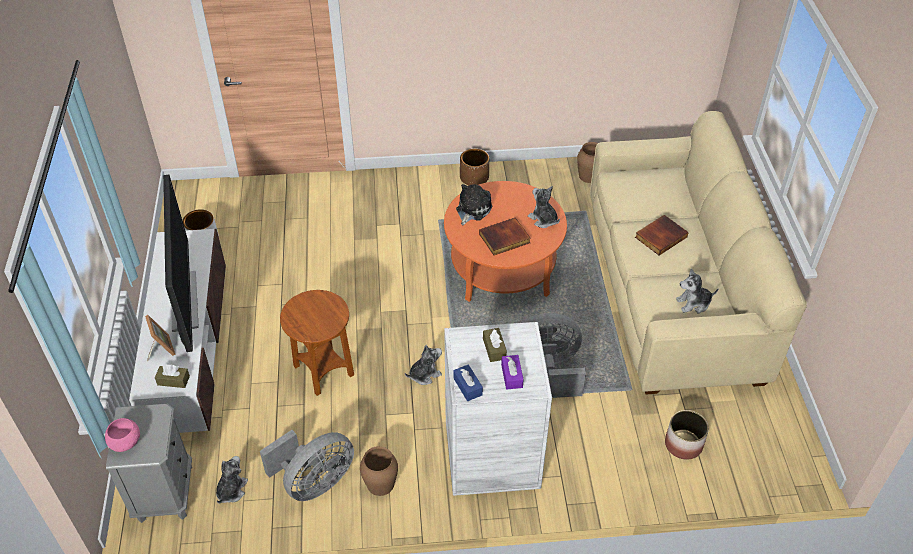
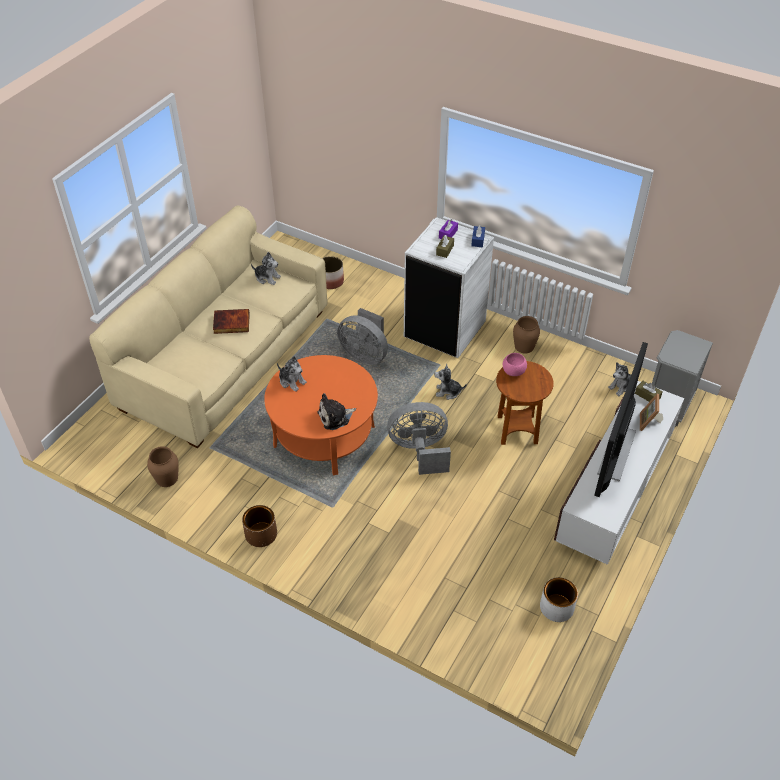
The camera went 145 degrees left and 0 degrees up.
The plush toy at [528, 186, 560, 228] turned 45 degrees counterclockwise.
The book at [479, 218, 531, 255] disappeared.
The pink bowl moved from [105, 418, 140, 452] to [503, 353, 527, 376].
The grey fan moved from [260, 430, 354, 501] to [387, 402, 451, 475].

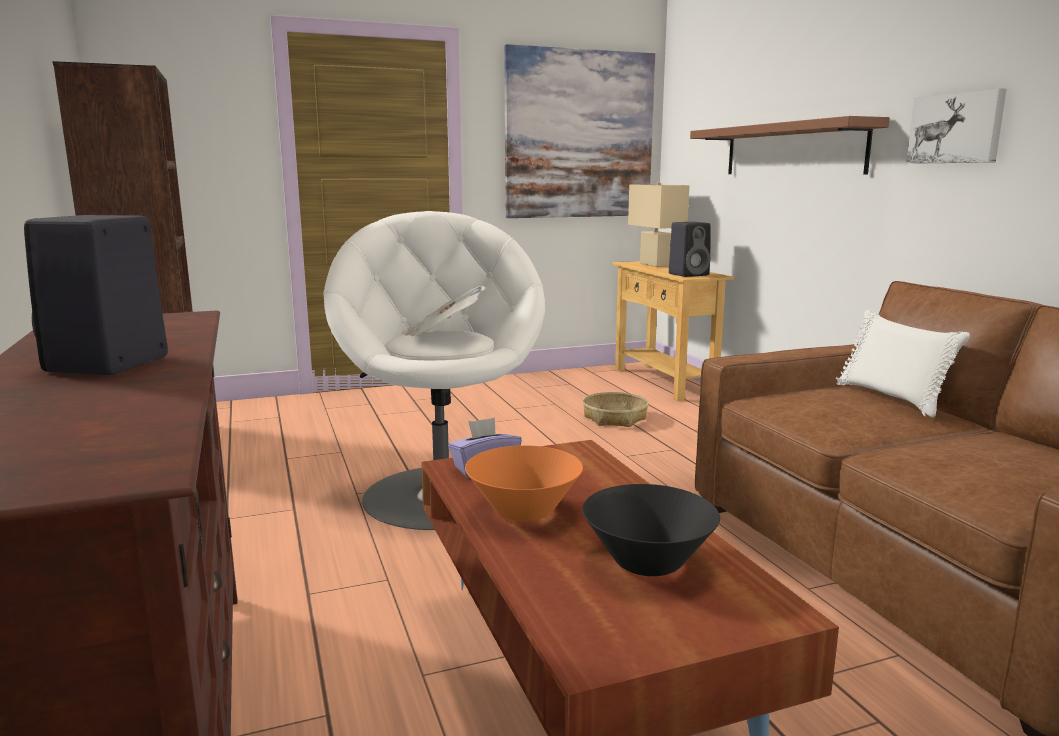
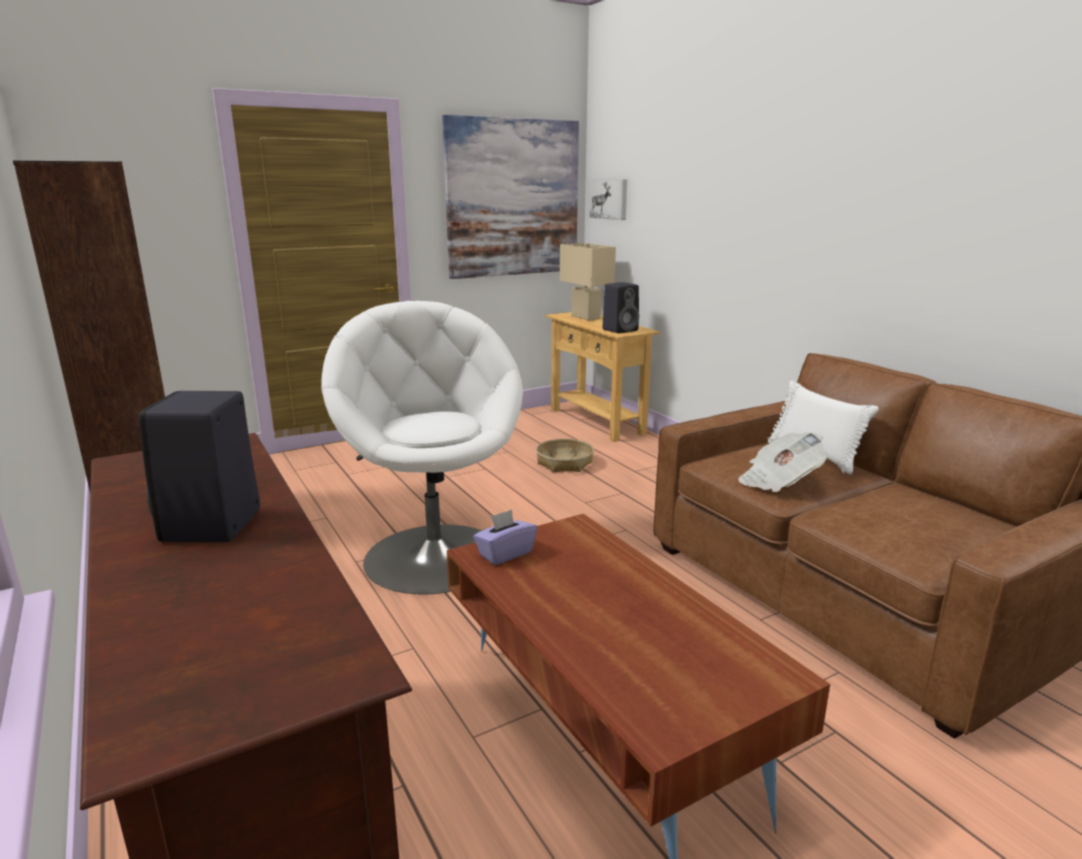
The camera went 10 degrees left and 5 degrees up.
The picture moved from [906, 88, 1006, 164] to [590, 180, 627, 220].
The brown shelf at [690, 116, 889, 175] disappeared.
The newspaper moved from [402, 286, 486, 337] to [738, 433, 828, 492].
The orange bowl at [465, 445, 583, 522] disappeared.
The black bowl at [582, 484, 720, 576] disappeared.

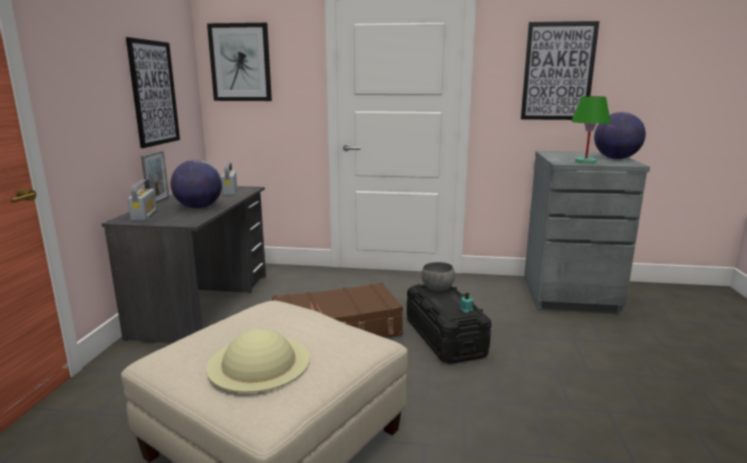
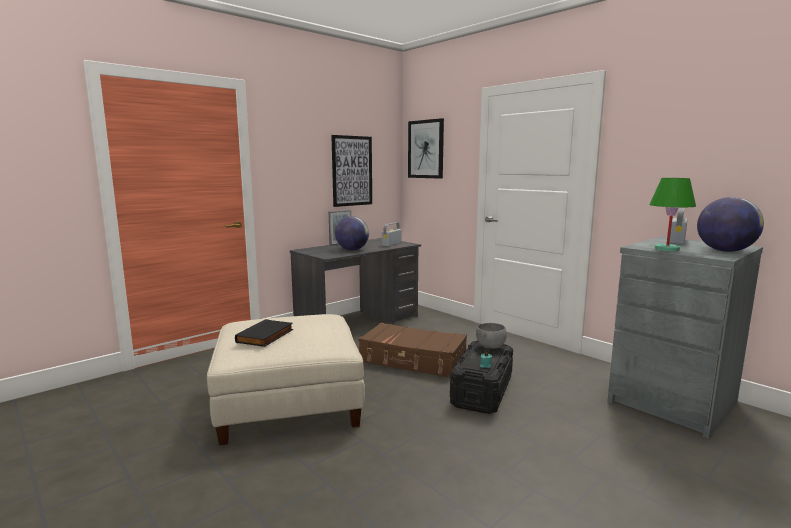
The camera went 40 degrees right and 5 degrees down.
The picture at [521, 21, 599, 120] disappeared.
The radio moved from [128, 179, 157, 221] to [669, 208, 688, 244].
The beige hat at [206, 329, 310, 393] was replaced by the black book at [235, 319, 293, 347].

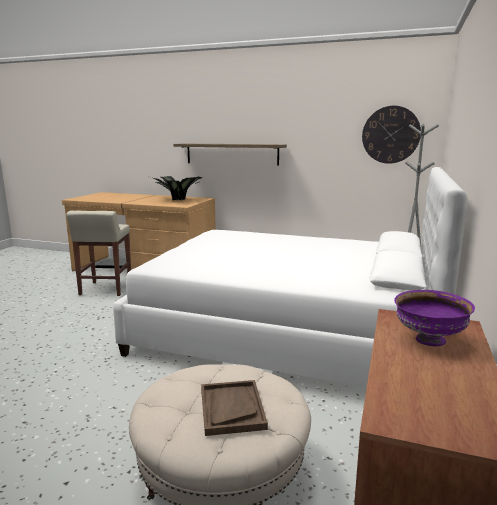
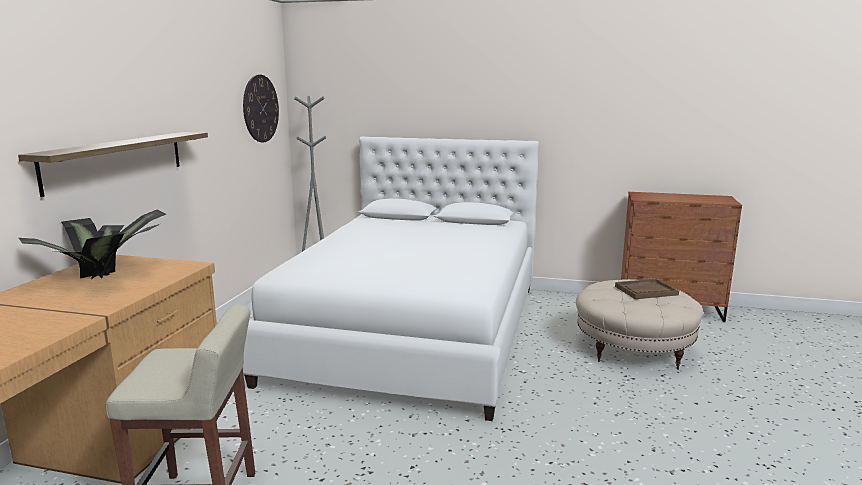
The camera went 95 degrees left and 0 degrees up.
The purple bowl at [394, 290, 475, 346] disappeared.

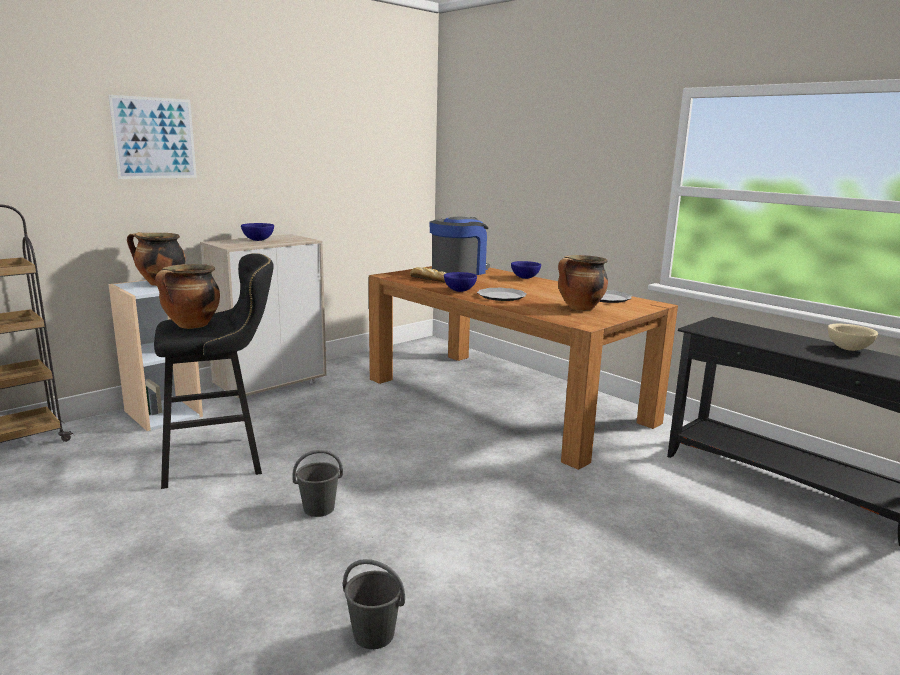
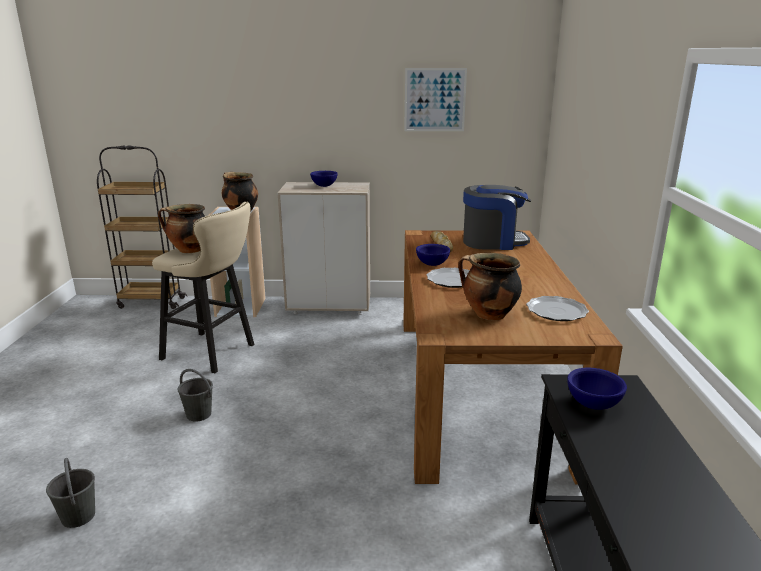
The camera went 45 degrees right and 5 degrees up.
The picture moved from [108, 95, 197, 179] to [404, 68, 467, 131].
The black stool at [154, 253, 274, 489] became the beige stool at [152, 202, 255, 373].
The blue bowl moved from [511, 261, 541, 279] to [567, 368, 627, 410].
The beige bowl at [828, 324, 878, 351] disappeared.

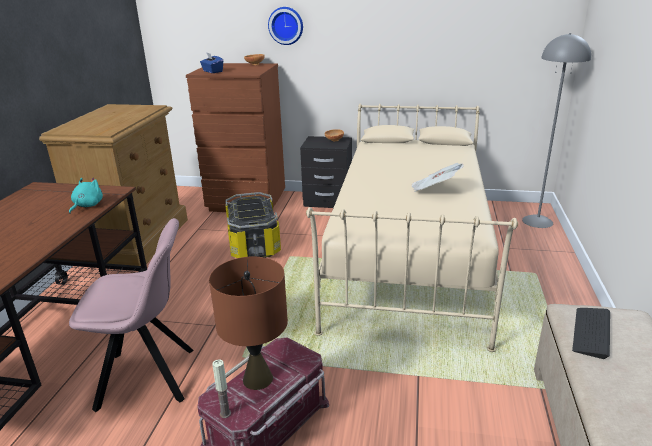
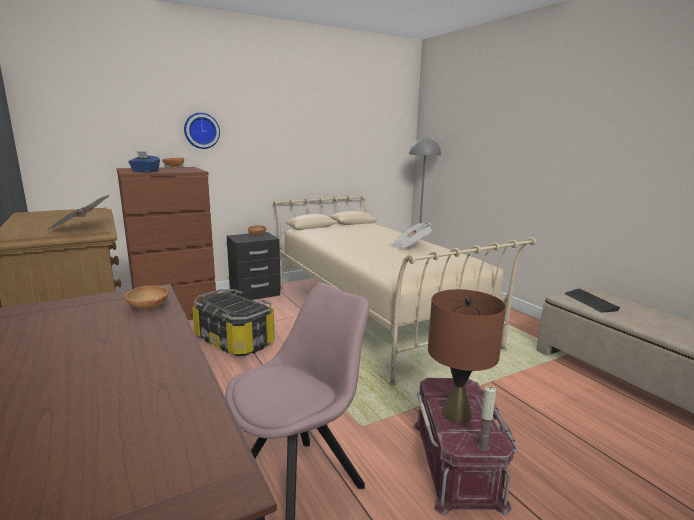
The camera went 40 degrees left and 10 degrees down.
The turquoise plush toy at [69, 178, 103, 213] was replaced by the brown bowl at [125, 286, 169, 310].
The newspaper at [46, 194, 109, 230] appeared.

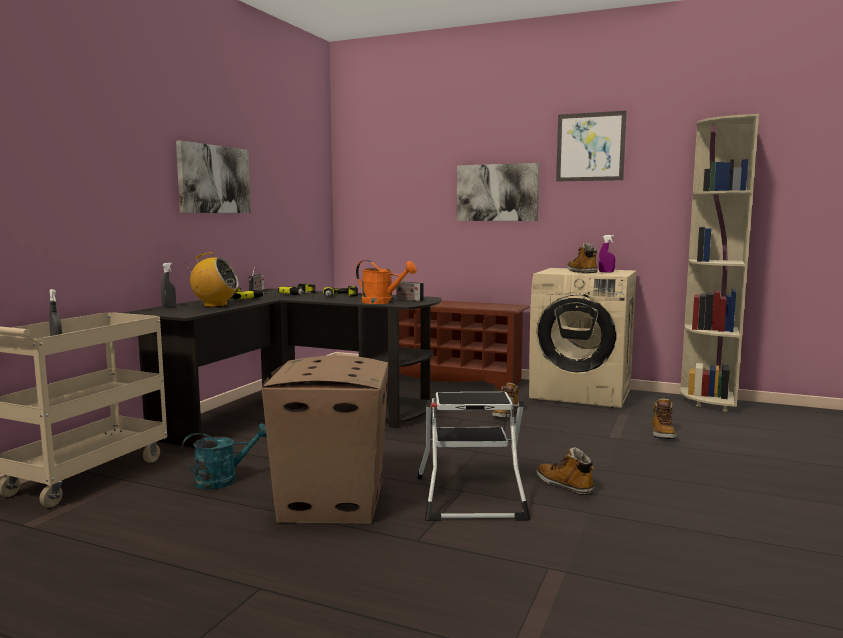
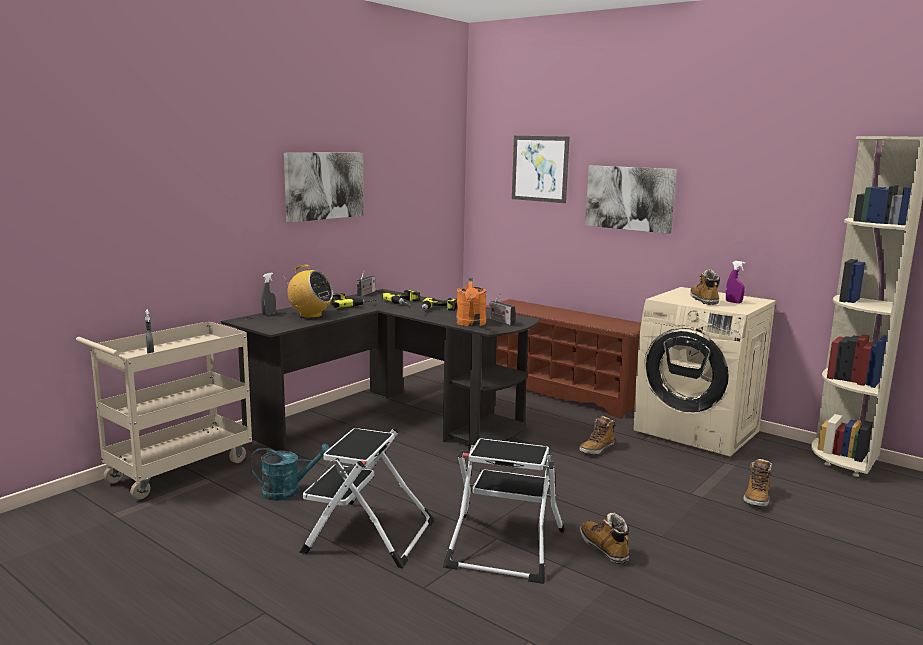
The camera went 15 degrees right and 5 degrees up.
The picture moved from [556, 111, 627, 182] to [512, 136, 570, 203].
The orange watering can at [356, 260, 417, 304] turned 45 degrees clockwise.
The cardboard box at [262, 355, 388, 524] was replaced by the step ladder at [299, 427, 435, 568].

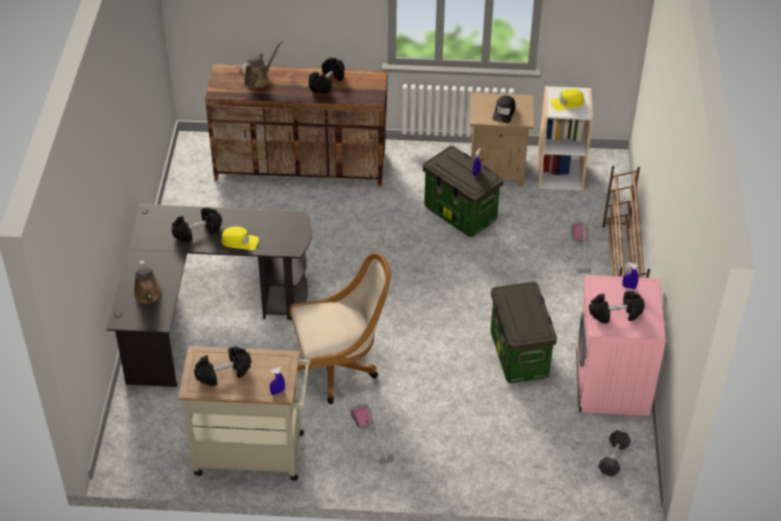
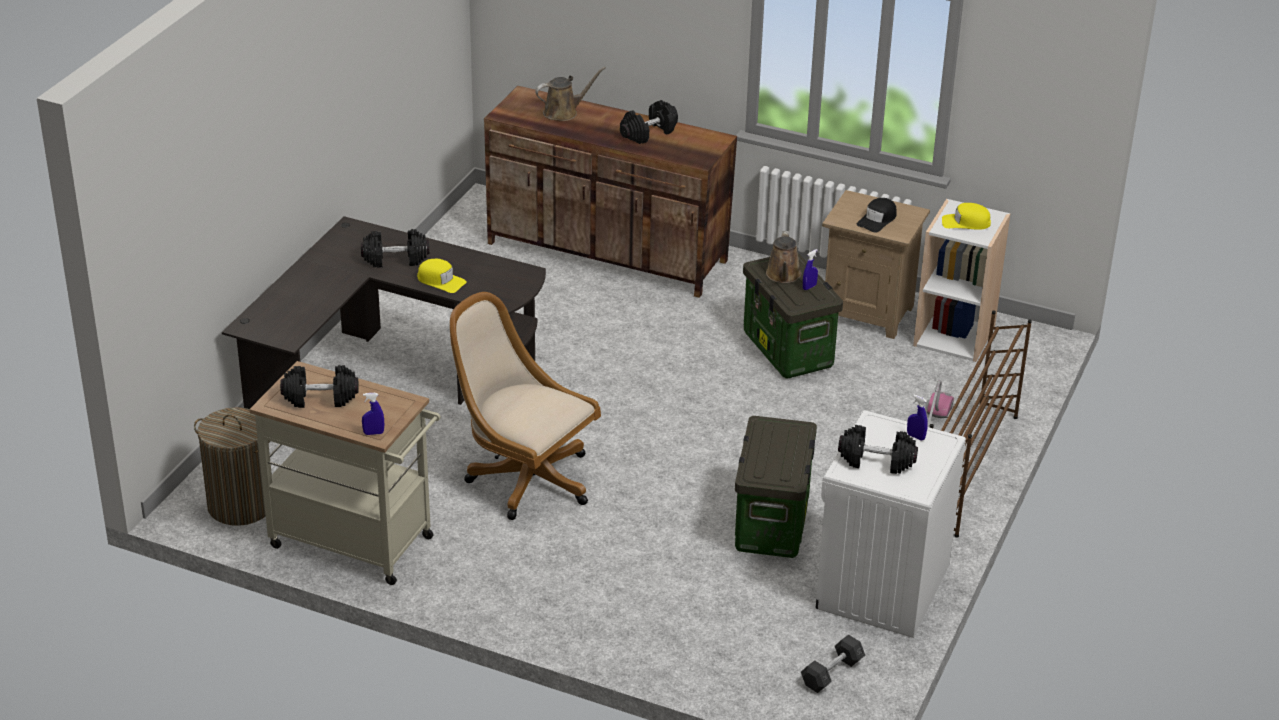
The camera went 20 degrees right and 10 degrees down.
The office chair at [289, 253, 391, 404] turned 150 degrees counterclockwise.
The brown watering can moved from [134, 260, 162, 304] to [766, 231, 801, 283].
The pink washing machine at [576, 275, 666, 416] became the white washing machine at [816, 410, 966, 638].
The vacuum cleaner at [350, 404, 395, 465] disappeared.
The laundry basket at [194, 407, 272, 526] appeared.

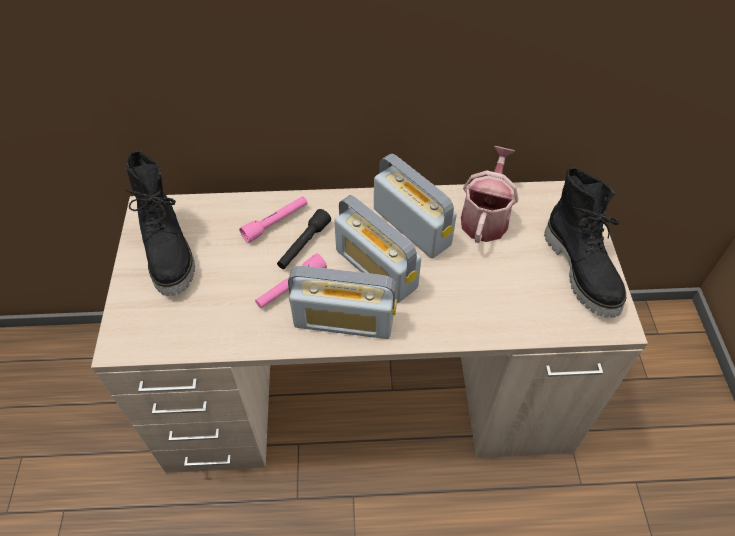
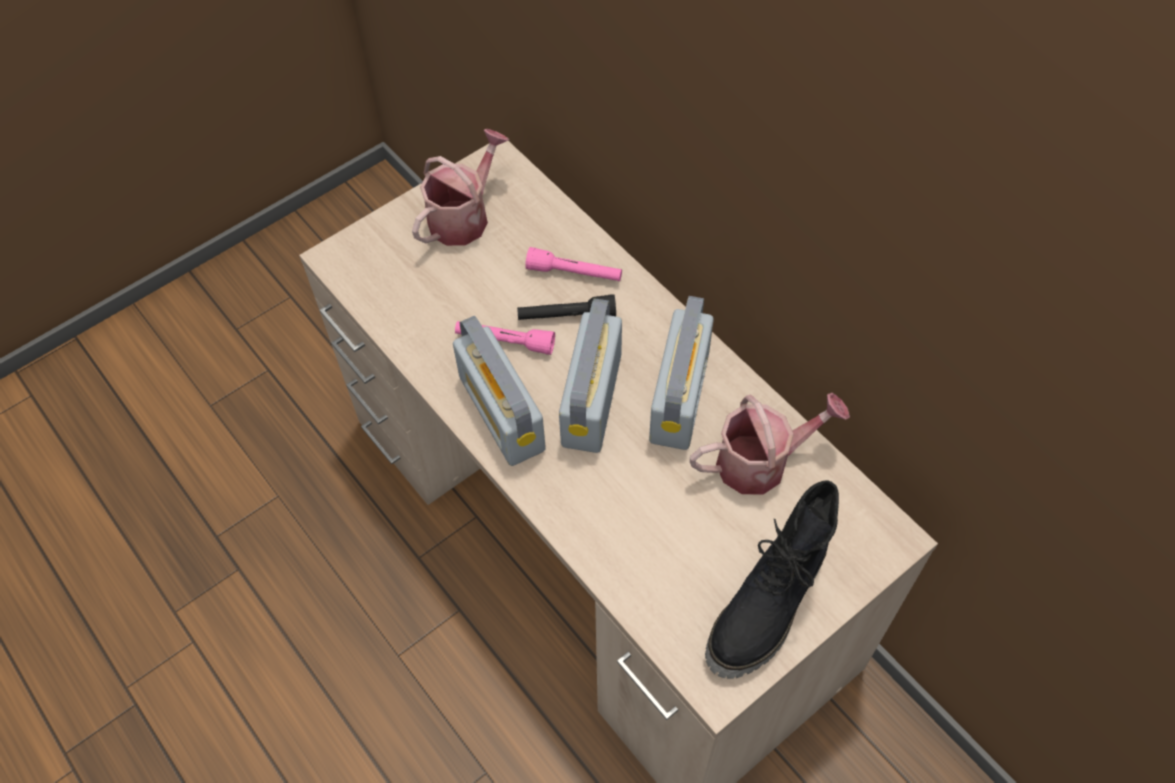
The camera went 55 degrees right and 5 degrees up.
The black boot at [124, 151, 195, 296] was replaced by the watering can at [412, 129, 509, 246].

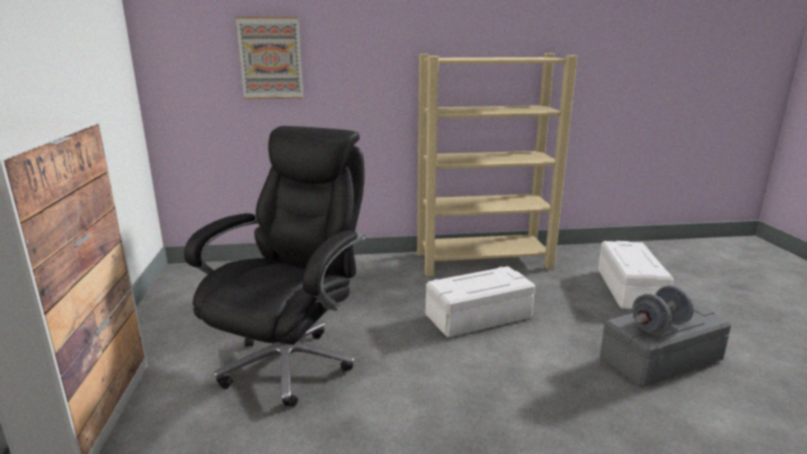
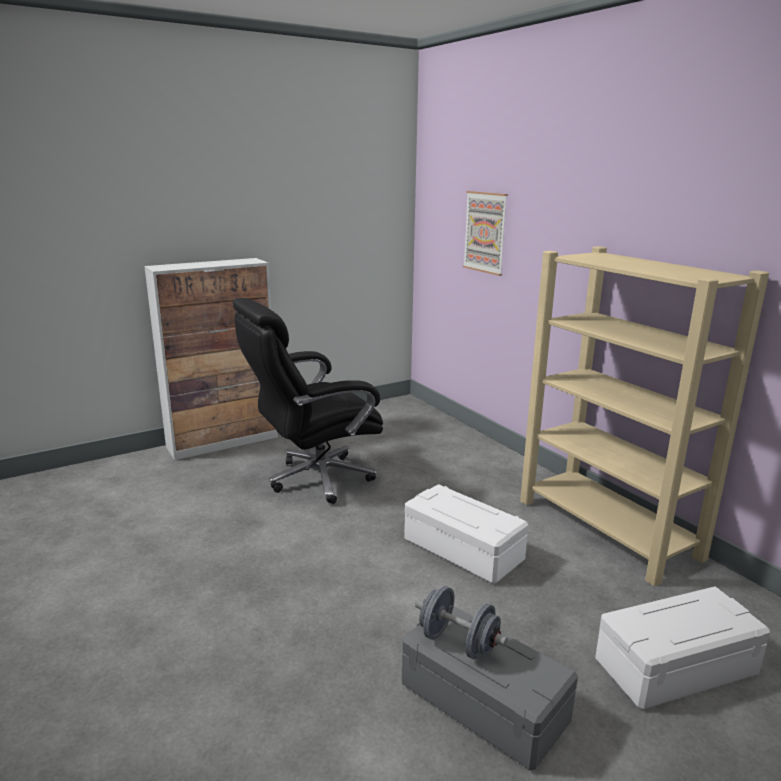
The camera went 65 degrees right and 0 degrees up.
The black office chair at [184, 126, 365, 407] turned 150 degrees clockwise.

